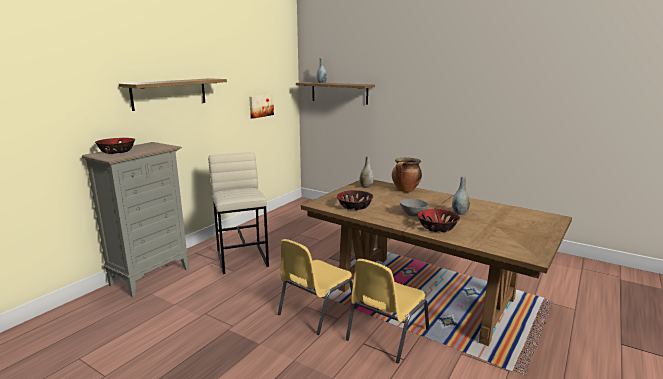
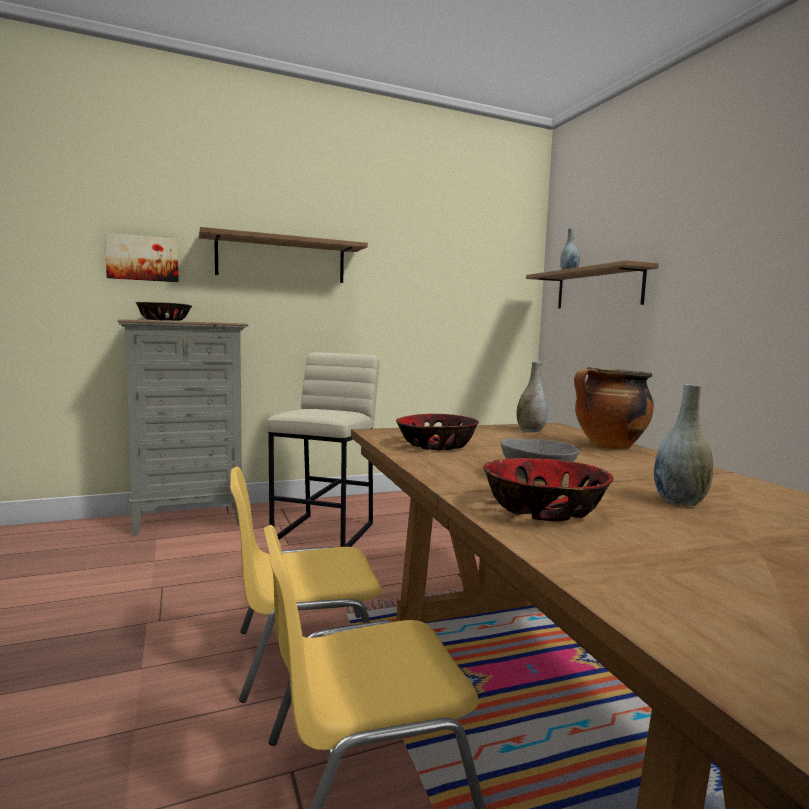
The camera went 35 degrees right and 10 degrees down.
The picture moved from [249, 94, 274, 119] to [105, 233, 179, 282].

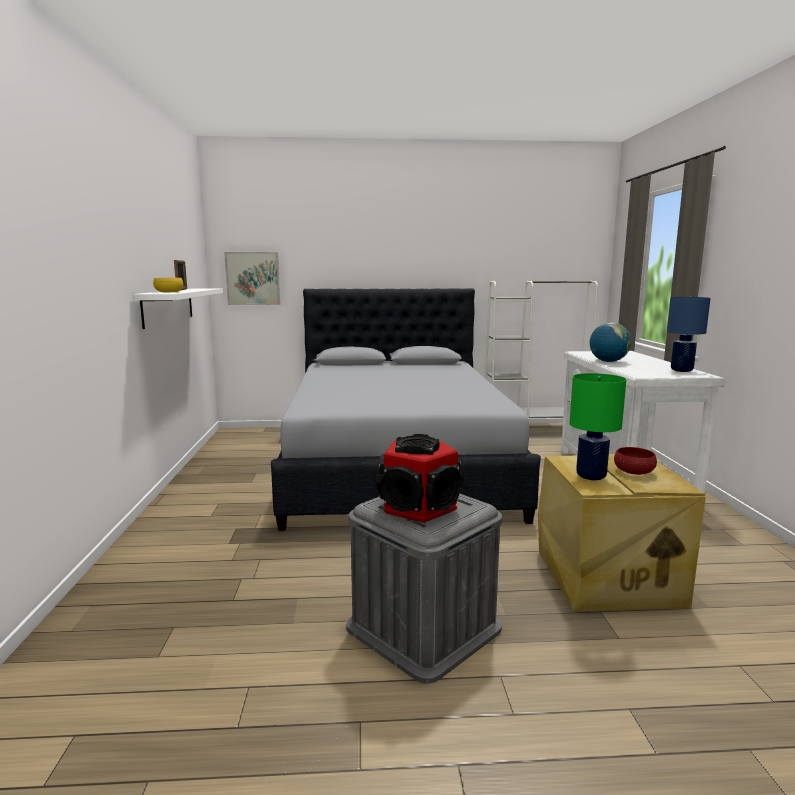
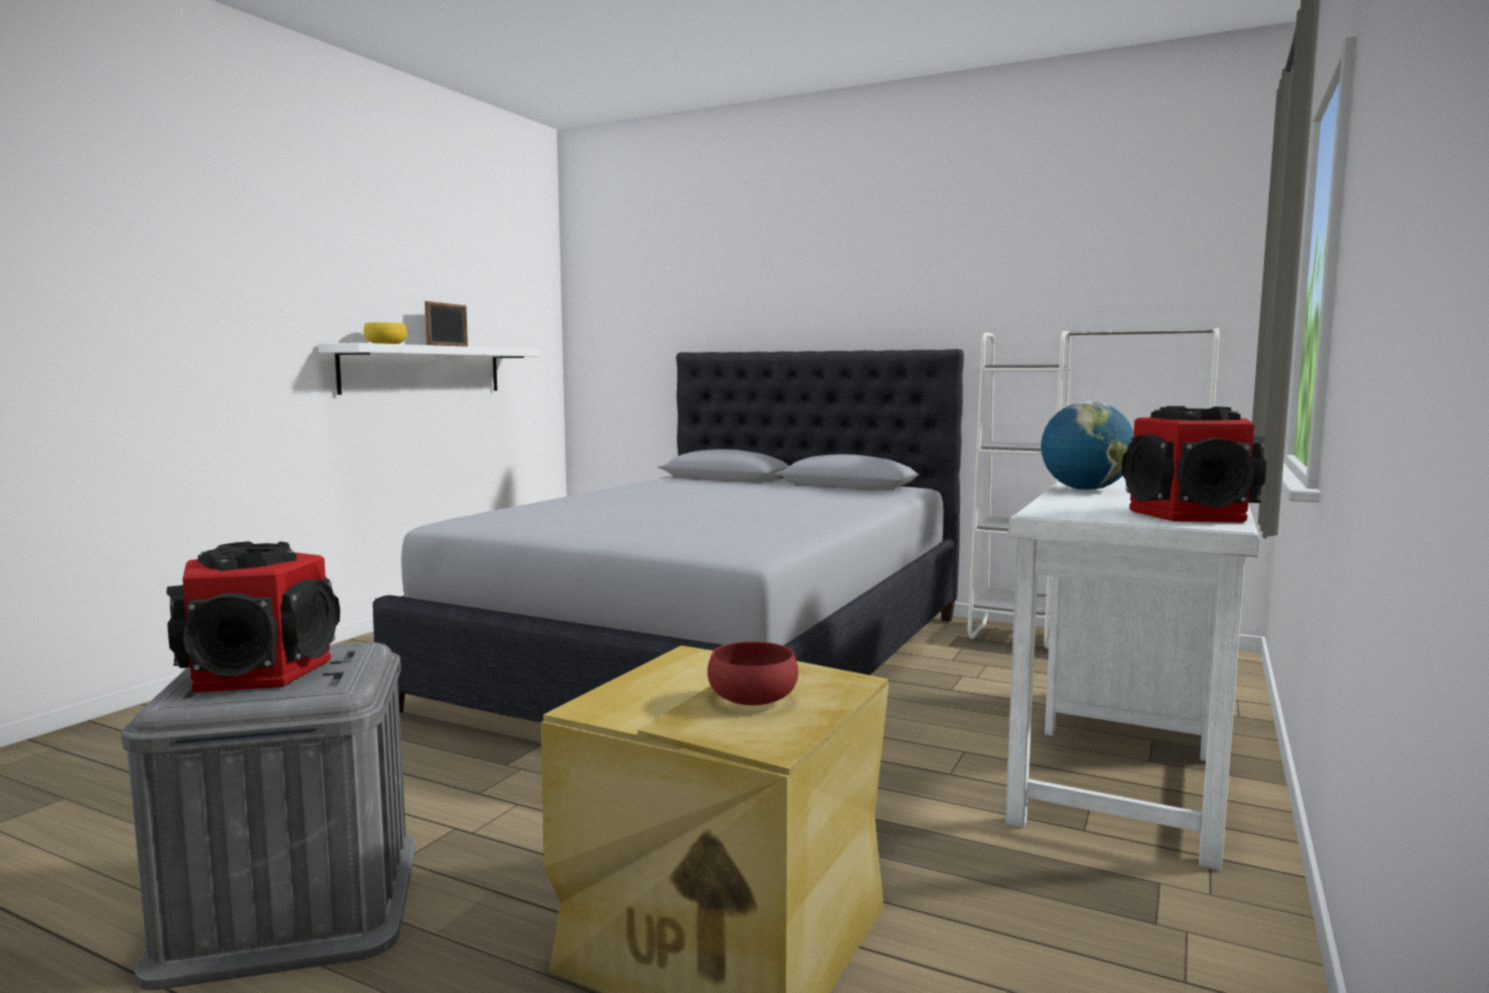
The camera went 30 degrees right and 5 degrees down.
The picture at [224, 252, 280, 305] disappeared.
The blue table lamp at [667, 296, 711, 372] was replaced by the speaker at [1122, 406, 1267, 522].
The green table lamp at [569, 373, 626, 480] disappeared.

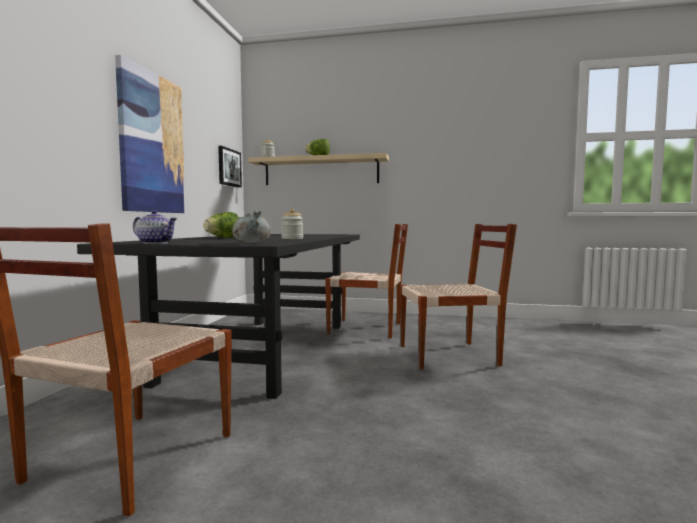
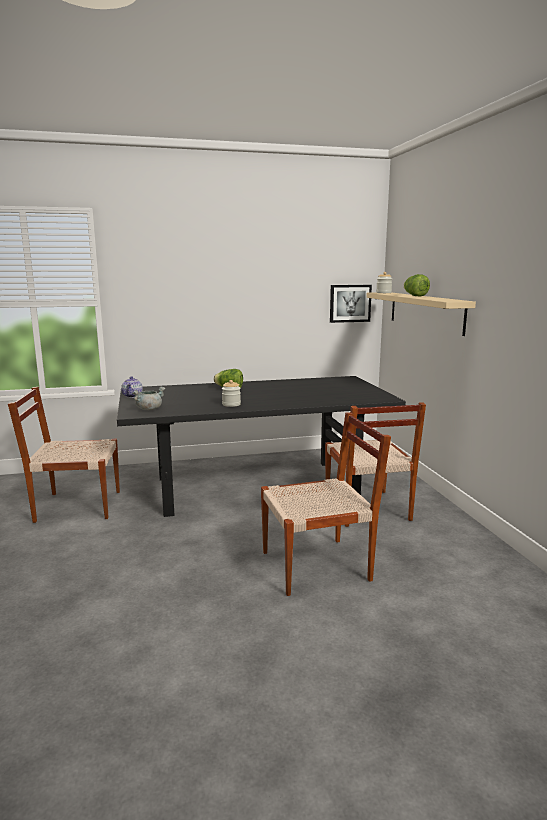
The camera went 65 degrees right and 10 degrees up.
The picture at [115, 55, 185, 213] disappeared.
The chair at [400, 224, 517, 370] turned 75 degrees counterclockwise.

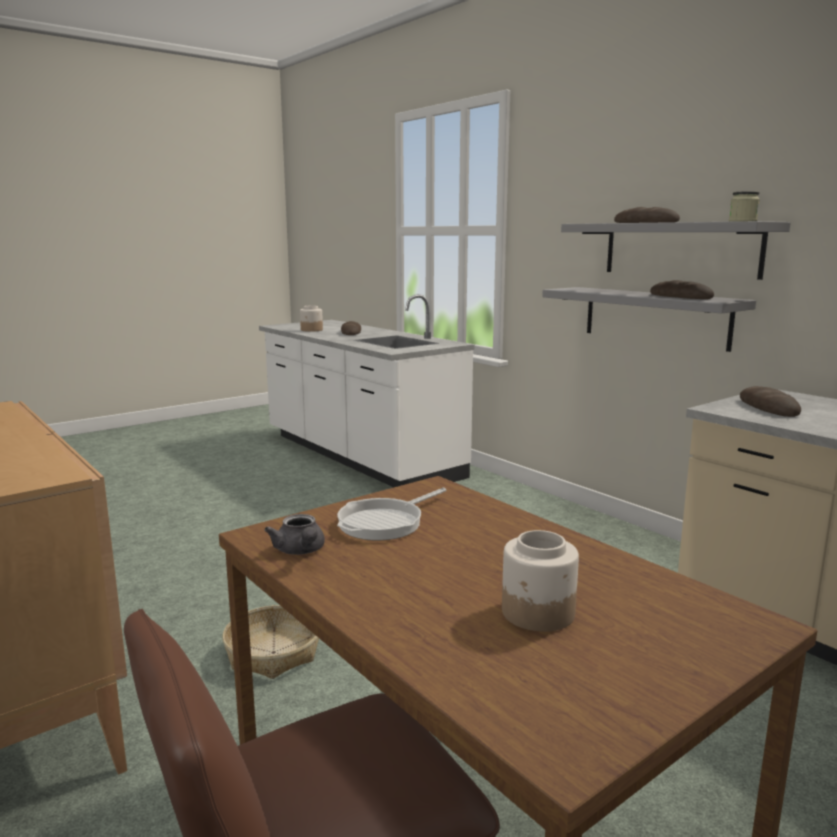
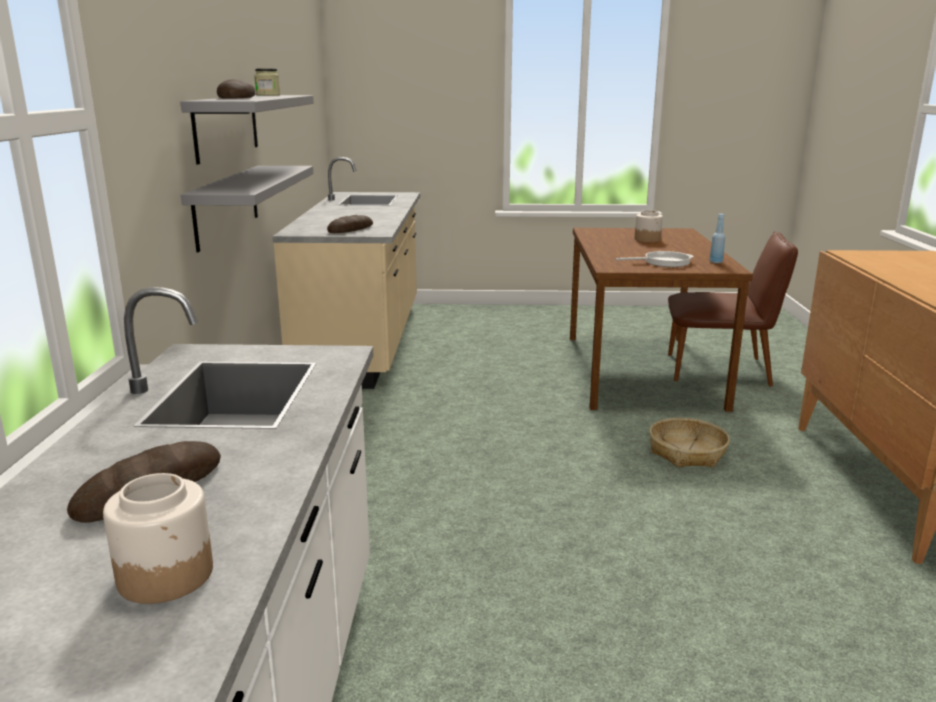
The camera went 140 degrees left and 5 degrees up.
The bread at [650, 280, 714, 299] disappeared.
The grey teapot at [264, 514, 325, 555] was replaced by the blue bottle at [710, 214, 725, 263].

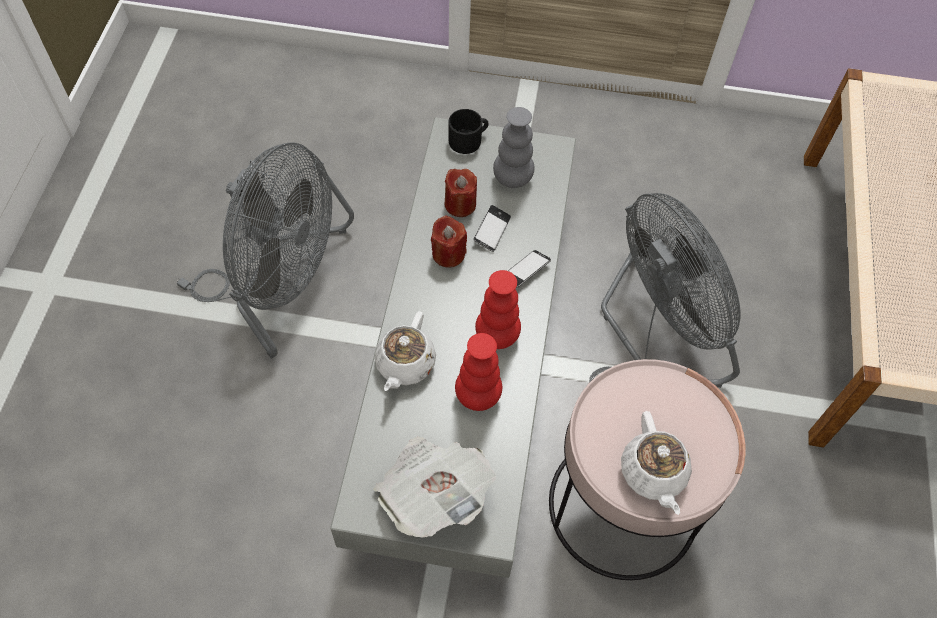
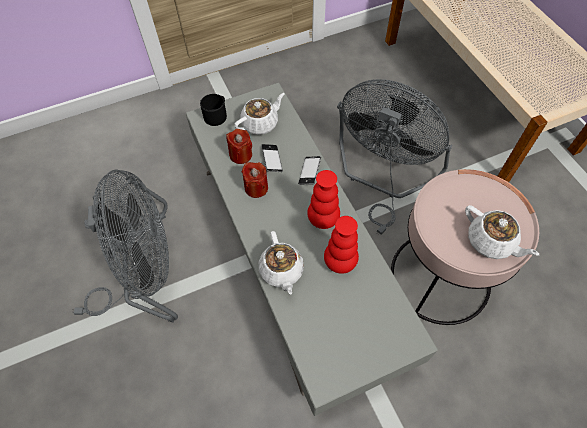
The camera went 30 degrees left and 0 degrees up.
The grey vase at [493, 107, 534, 188] was replaced by the white teapot at [234, 93, 285, 135].
The newspaper at [373, 437, 496, 537] disappeared.

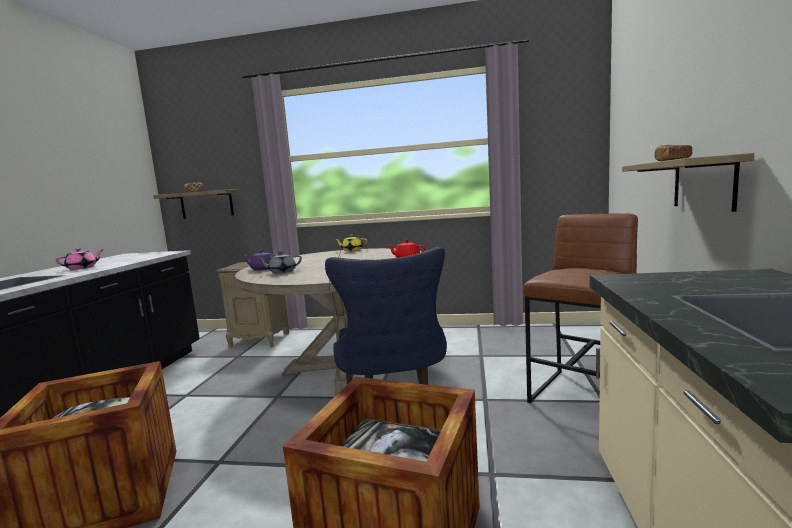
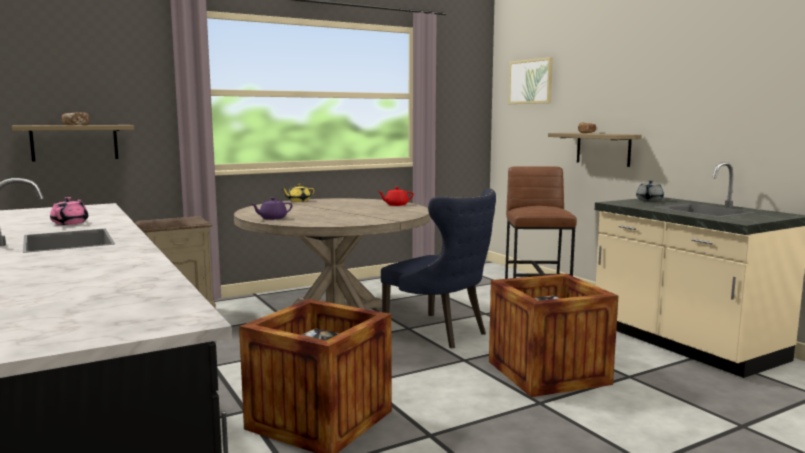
The camera went 40 degrees left and 0 degrees up.
The grey teapot moved from [258, 251, 302, 273] to [636, 180, 664, 201].
The picture at [508, 57, 553, 104] appeared.

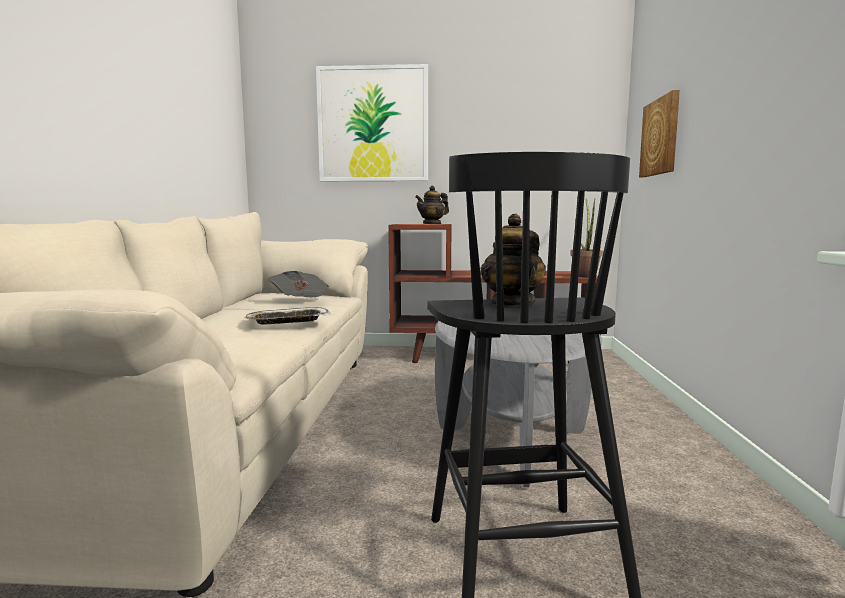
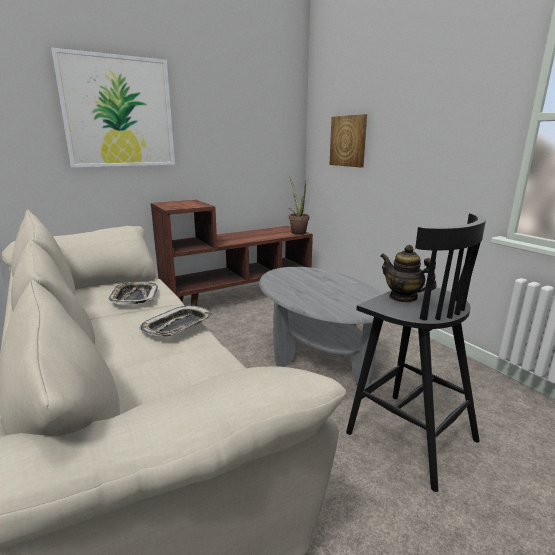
The camera went 35 degrees left and 10 degrees up.
The teapot at [415, 186, 449, 224] disappeared.
The newspaper at [267, 271, 328, 297] was replaced by the tray at [109, 282, 158, 305].

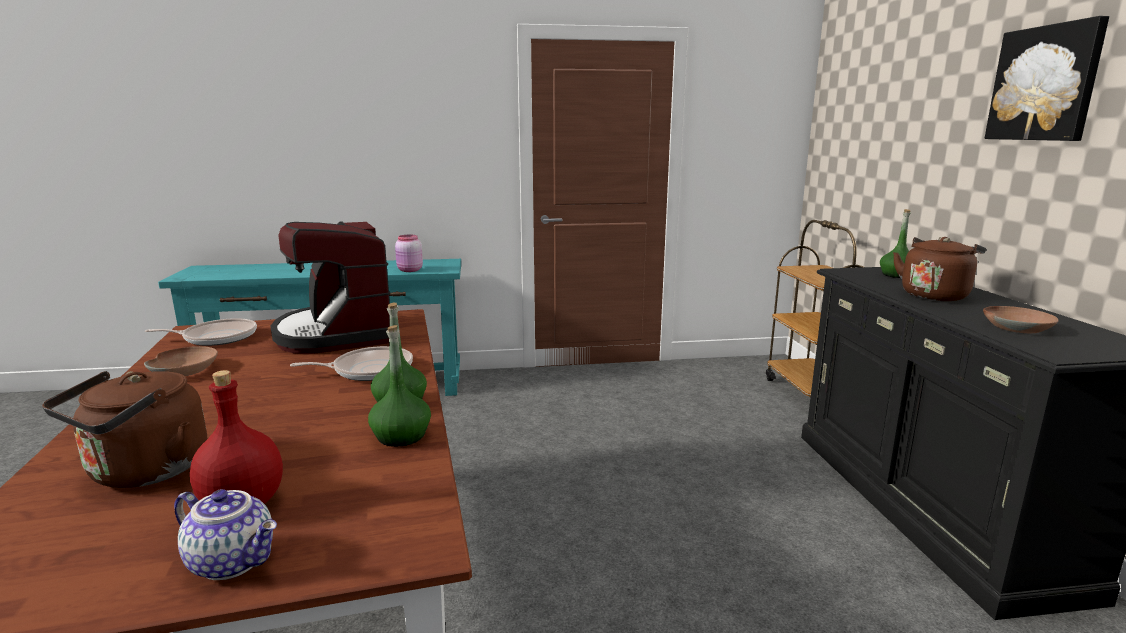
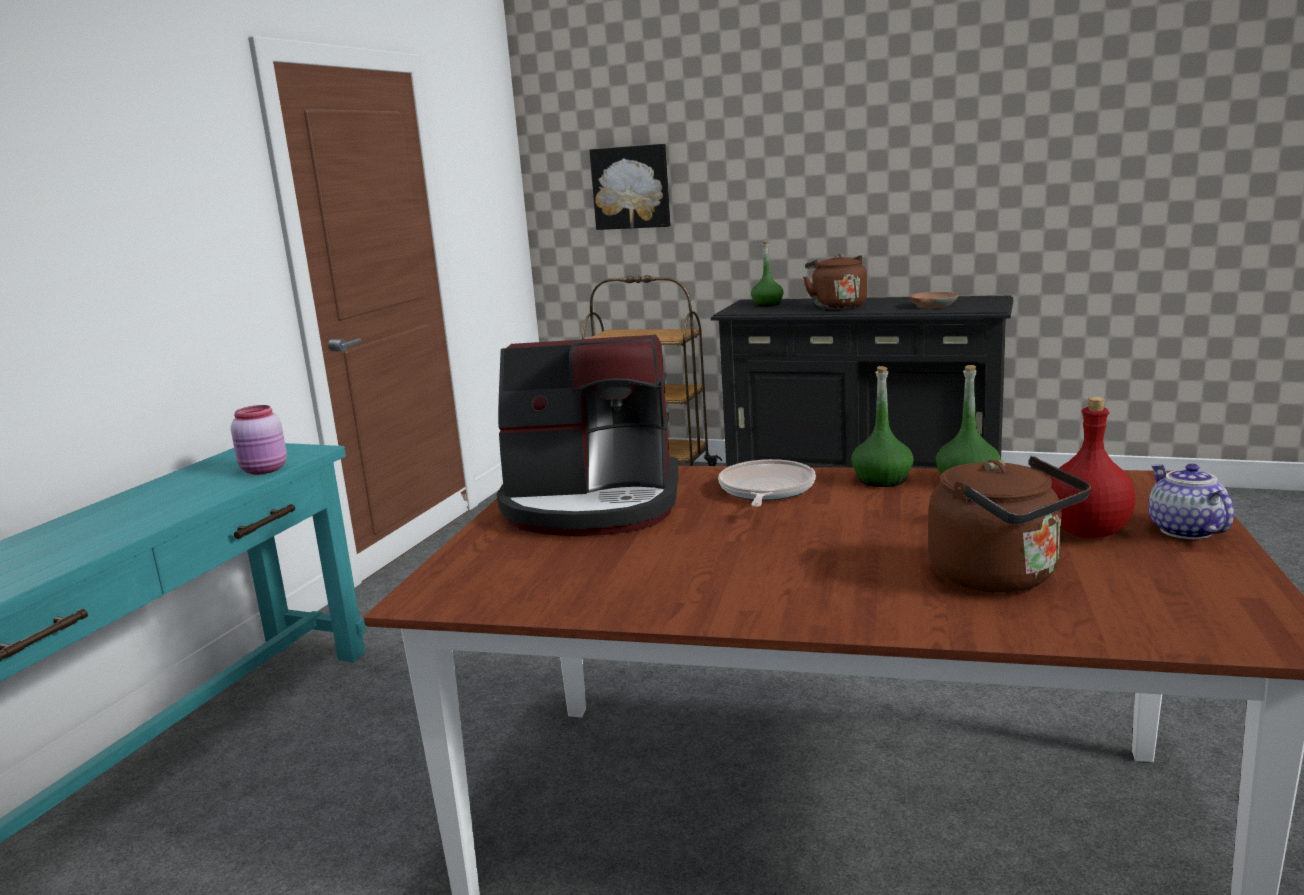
The camera went 60 degrees left and 0 degrees up.
The picture moved from [984, 16, 1110, 141] to [589, 144, 670, 230].
The frying pan at [145, 318, 257, 346] disappeared.
The brown bowl at [144, 346, 218, 376] disappeared.
The teapot at [174, 489, 277, 580] turned 60 degrees counterclockwise.

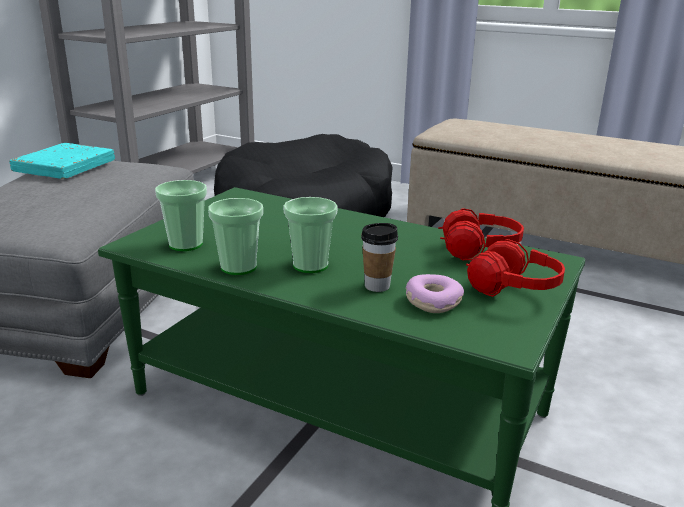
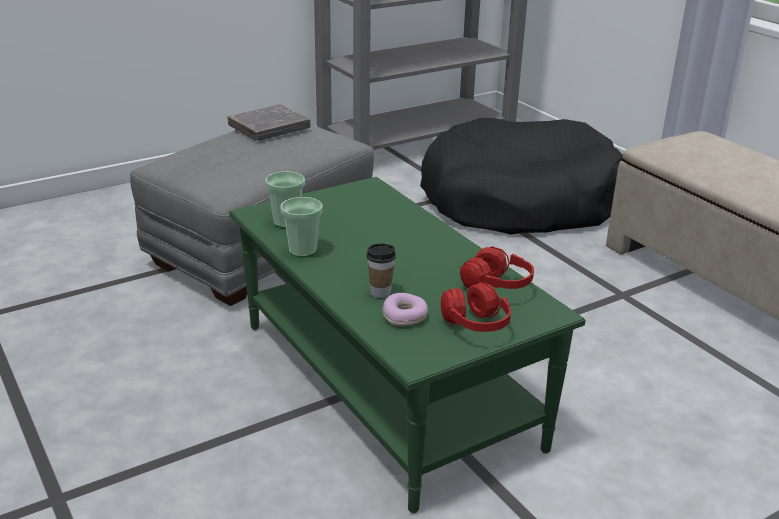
The camera went 30 degrees right and 5 degrees up.
The turquoise book at [9, 143, 115, 179] became the grey book at [228, 104, 311, 141].
The cup at [283, 197, 338, 273] disappeared.

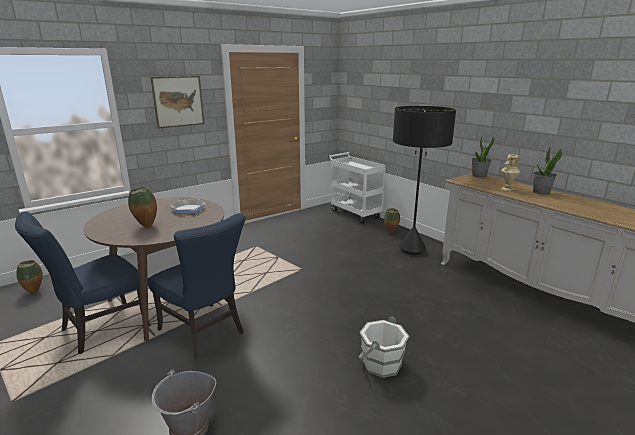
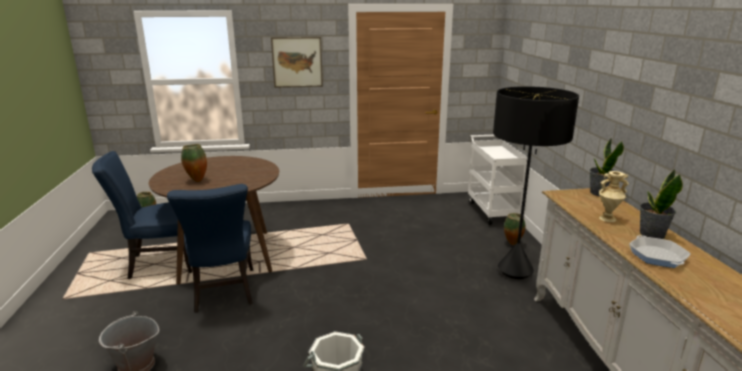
The camera went 30 degrees right and 0 degrees up.
The frying pan moved from [170, 199, 205, 214] to [629, 235, 691, 268].

